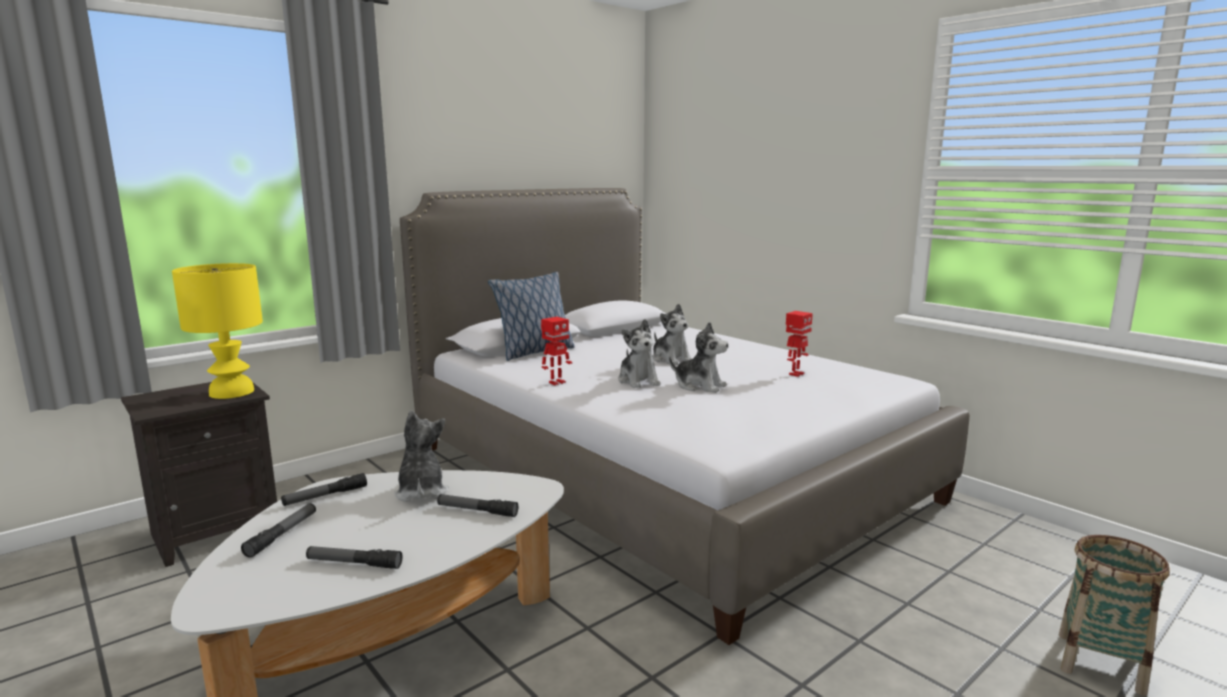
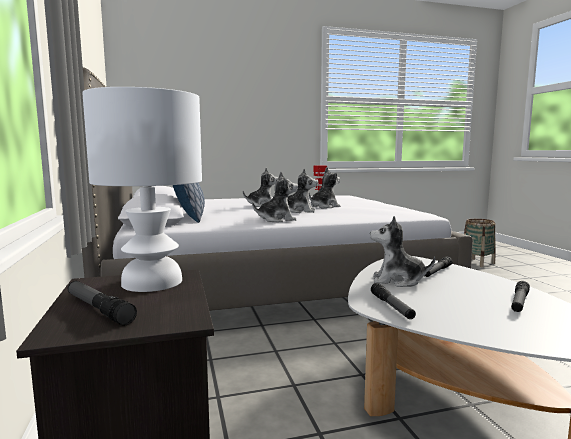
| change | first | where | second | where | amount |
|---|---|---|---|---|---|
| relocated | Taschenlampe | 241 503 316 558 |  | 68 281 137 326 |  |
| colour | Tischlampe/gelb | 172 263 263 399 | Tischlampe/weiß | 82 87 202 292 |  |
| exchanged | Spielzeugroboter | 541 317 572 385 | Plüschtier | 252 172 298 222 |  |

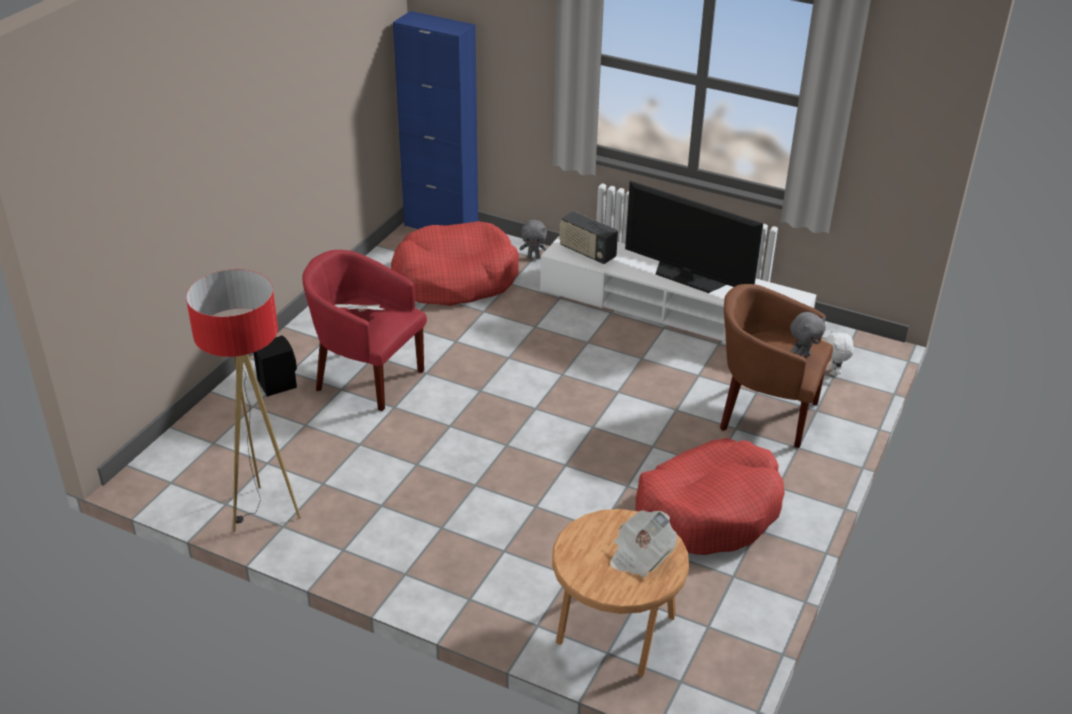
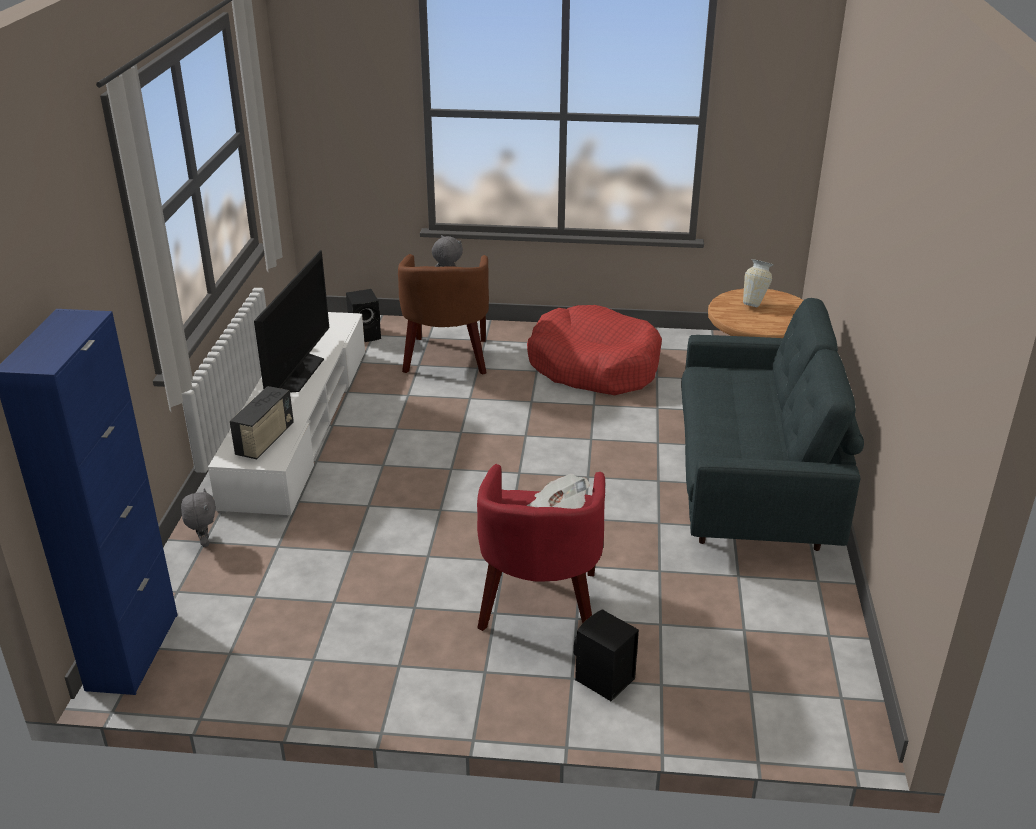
| change | first | where | second | where | amount |
|---|---|---|---|---|---|
| exchanged | Plüschtier/weiß | 825 330 854 376 | Lautsprecher/schwarz | 346 289 381 342 |  |
| appeared |  |  | Sofa/grau | 681 298 864 551 |  |
| exchanged | Zeitung | 610 510 677 577 | Vase | 743 259 774 307 |  |
| missing | Stehlampe | 186 269 301 532 |  |  |  |
| missing | Hundebett/rot | 391 221 519 306 |  |  |  |

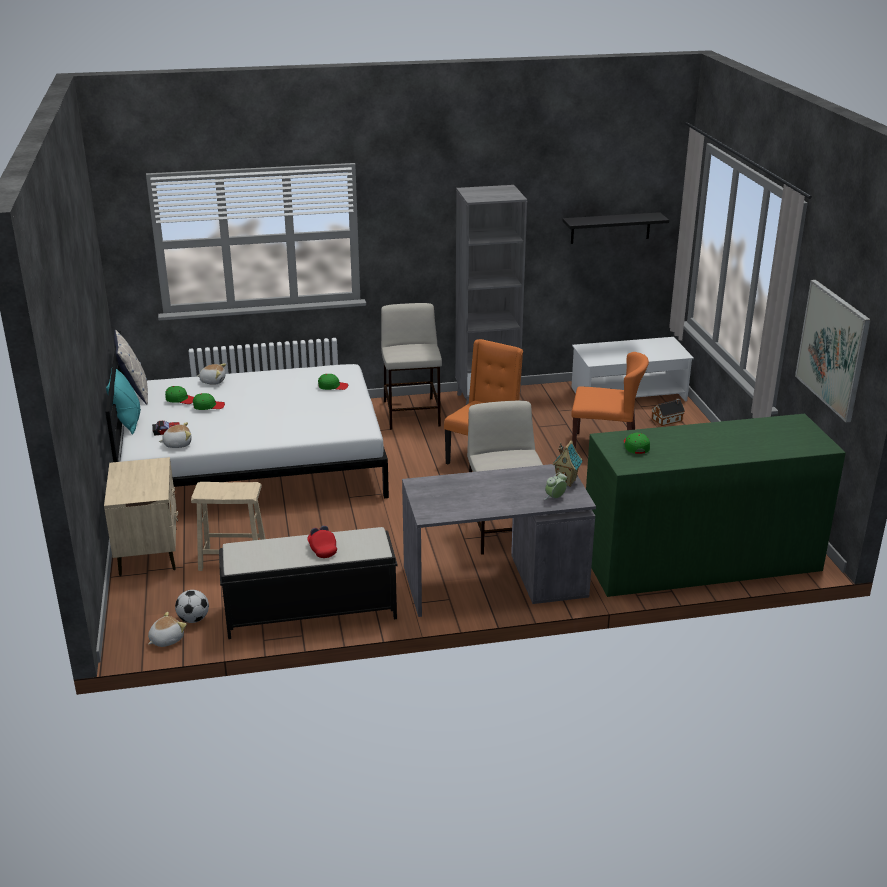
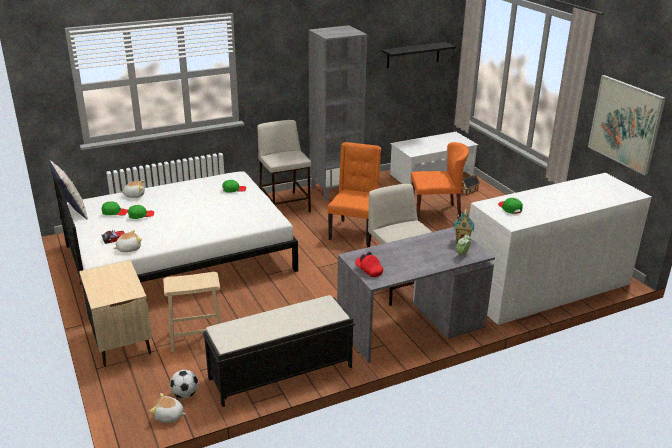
| change | first | where | second | where | amount |
|---|---|---|---|---|---|
| spun | Plüschtier | 148 612 187 647 |  | 150 393 186 423 | 105 degrees counterclockwise |
| relocated | Kappe/rot | 307 525 337 558 |  | 355 252 383 277 |  |
| colour | Kommode/grün | 586 414 846 597 | Kommode/weiß | 469 173 652 325 |  |
| missing | Kissen/türkis | 106 369 141 435 |  |  |  |

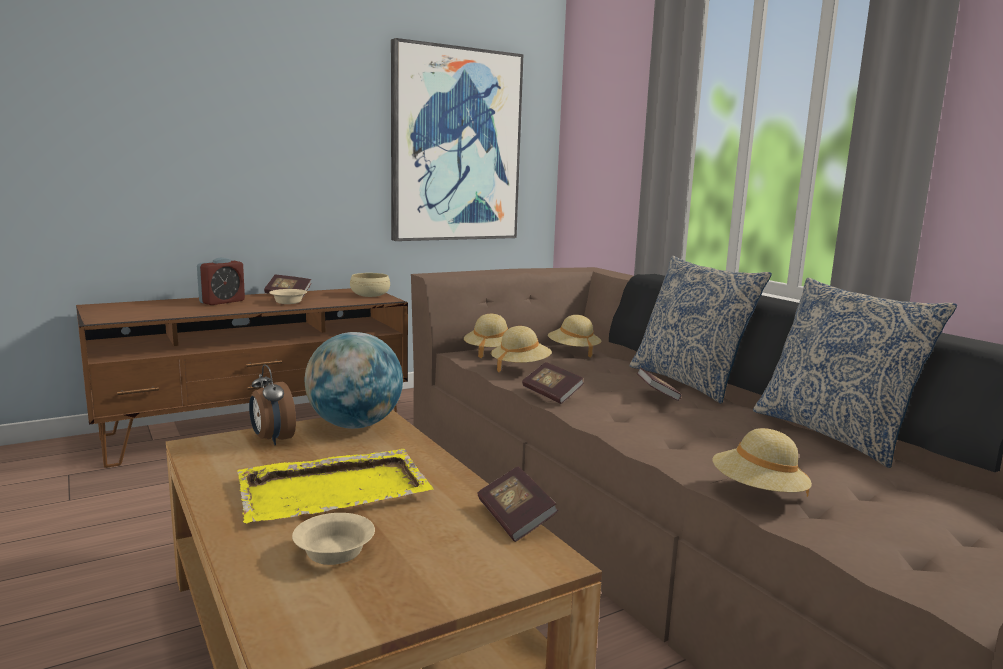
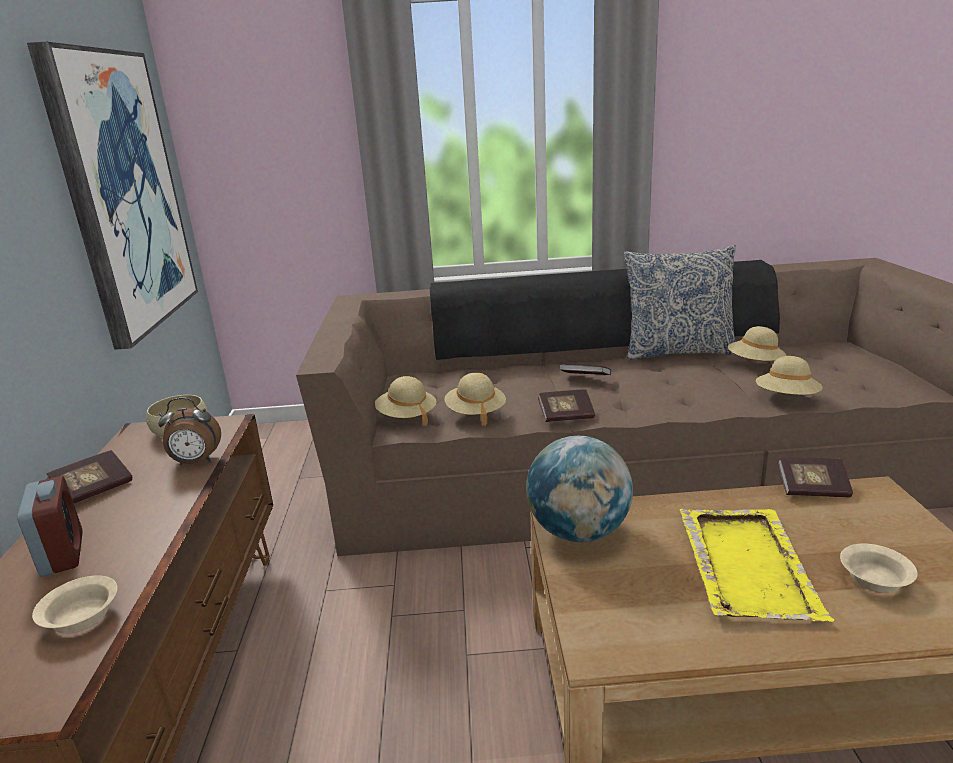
| change | first | where | second | where | amount |
|---|---|---|---|---|---|
| relocated | Schüssel/beige | 269 289 307 304 |  | 32 576 118 634 |  |
| relocated | Wecker | 249 364 296 445 |  | 158 398 221 465 |  |
| relocated | Hut/beige | 548 315 601 358 |  | 728 326 787 361 |  |
| missing | Kissen | 630 256 772 404 |  |  |  |

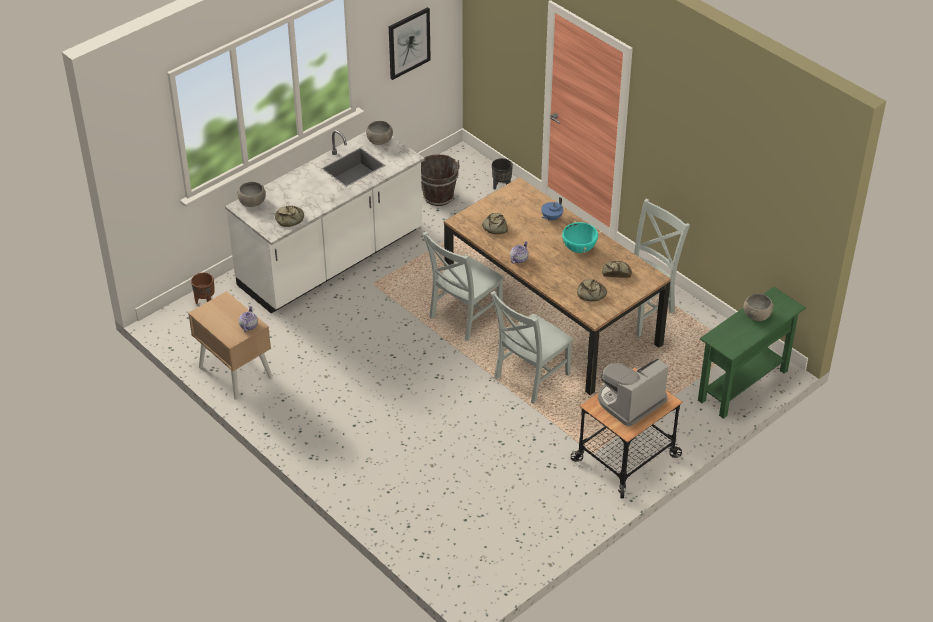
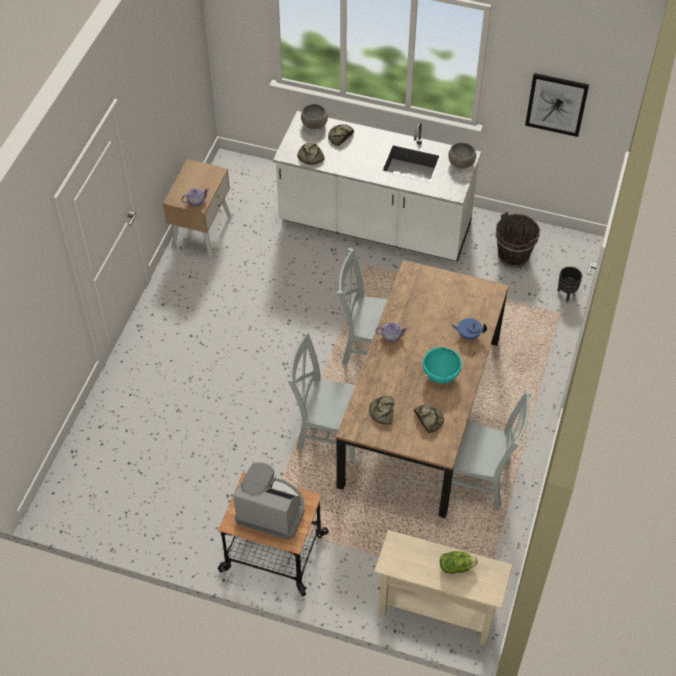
| change | first | where | second | where | amount |
|---|---|---|---|---|---|
| relocated | Brot | 482 213 508 234 |  | 328 124 354 146 |  |
| colour | Konsolentisch/grün | 698 287 806 419 | Konsolentisch/beige | 374 530 512 645 |  |
| exchanged | Schüssel/grau | 744 293 774 321 | Salatkopf | 440 551 478 574 |  |
| missing | Pflanzkübel/braun | 191 273 215 304 |  |  |  |

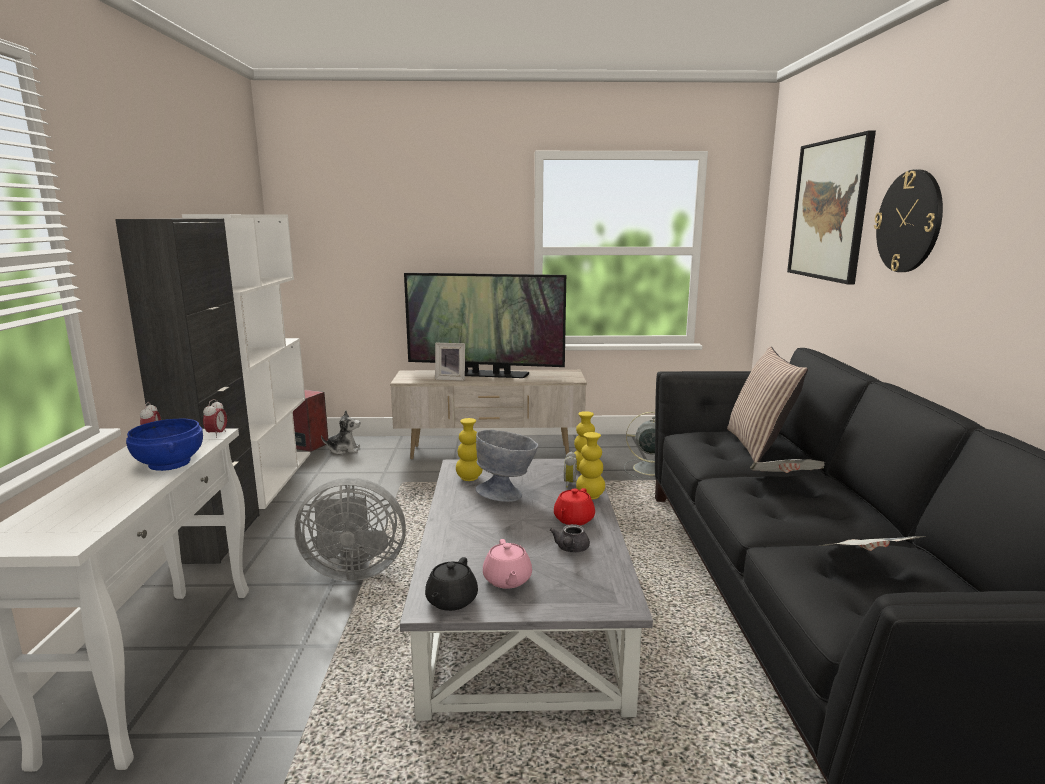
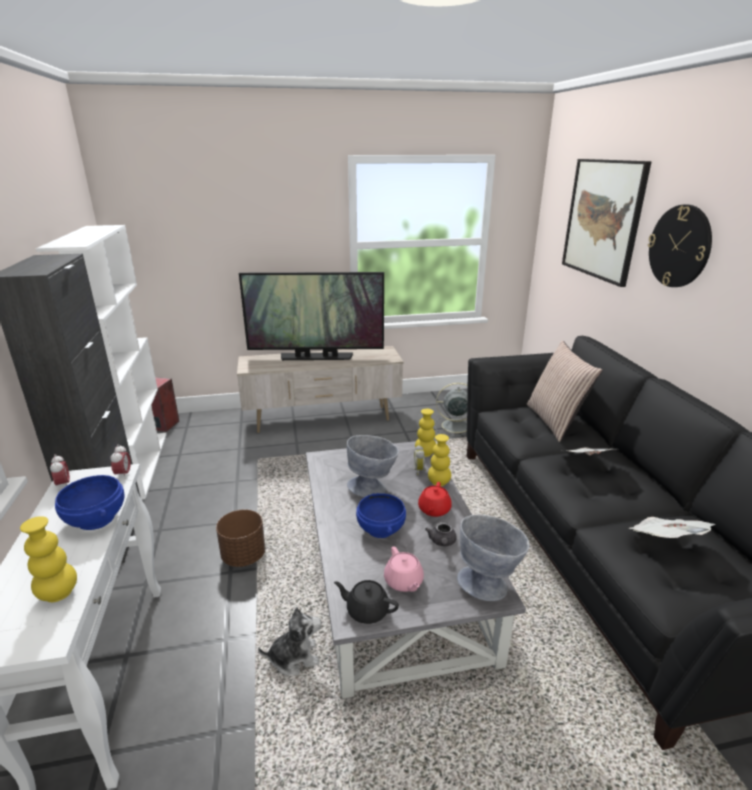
| change | first | where | second | where | amount |
|---|---|---|---|---|---|
| relocated | Vase/gelb | 456 418 483 481 |  | 20 516 77 602 |  |
| exchanged | Ventilator/grau | 295 478 406 581 | Pflanzkübel/braun | 216 509 265 567 |  |
| relocated | Plüschtier | 321 410 360 455 |  | 258 607 321 676 |  |
| spun | Teekanne/schwarz | 425 557 478 611 |  | 334 580 399 624 | 105 degrees clockwise |
| appeared |  |  | Schüssel/blau | 356 493 406 538 |  |
| appeared |  |  | Schüssel/grau | 457 515 529 601 |  |
| missing | Bilderrahmen | 435 343 465 381 |  |  |  |

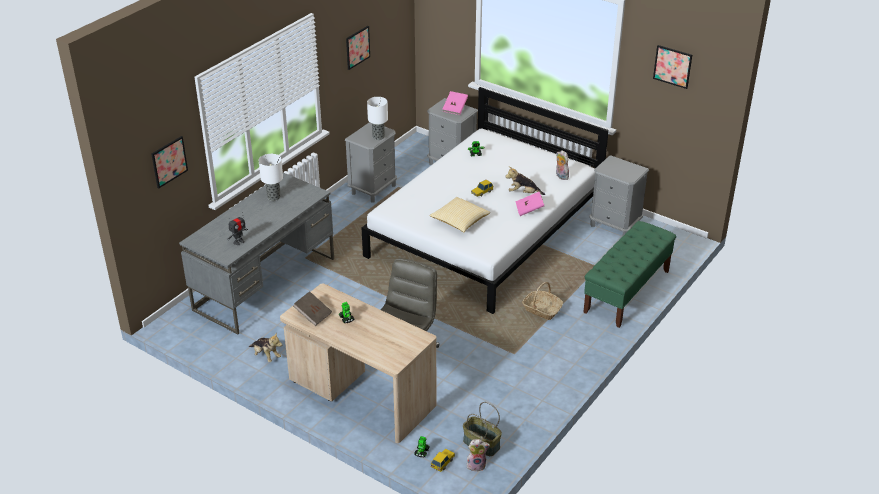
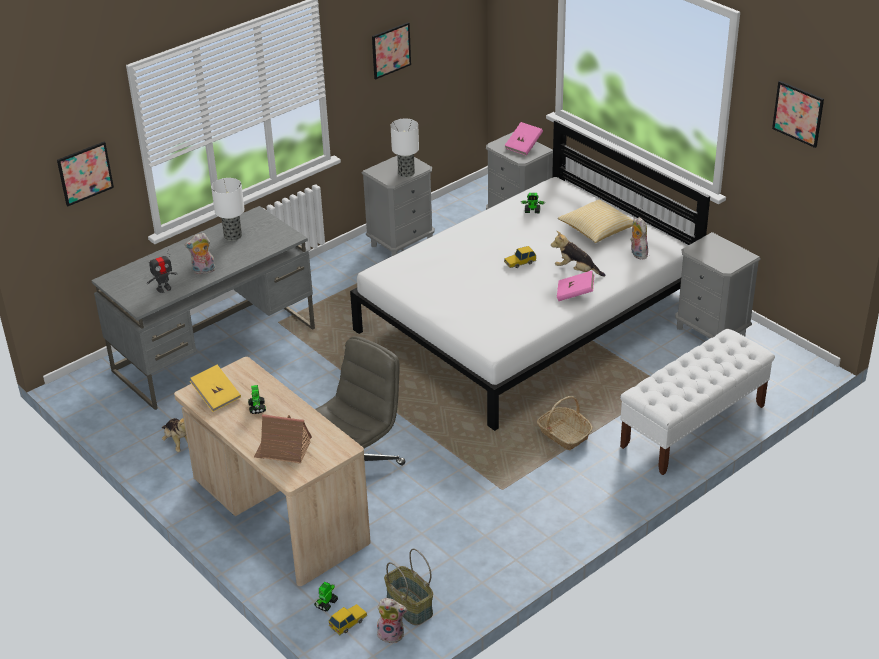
| change | first | where | second | where | amount |
|---|---|---|---|---|---|
| appeared |  |  | Plüschtier | 184 233 215 275 |  |
| colour | Buch/braun | 293 291 332 326 | Buch/gelb | 190 365 241 412 |  |
| appeared |  |  | Spielzeughaus | 254 414 312 464 |  |
| relocated | Kissen | 429 197 490 232 |  | 558 200 633 243 |  |
| colour | Bank/grün | 583 221 677 328 | Bank/weiß | 620 328 775 475 |  |

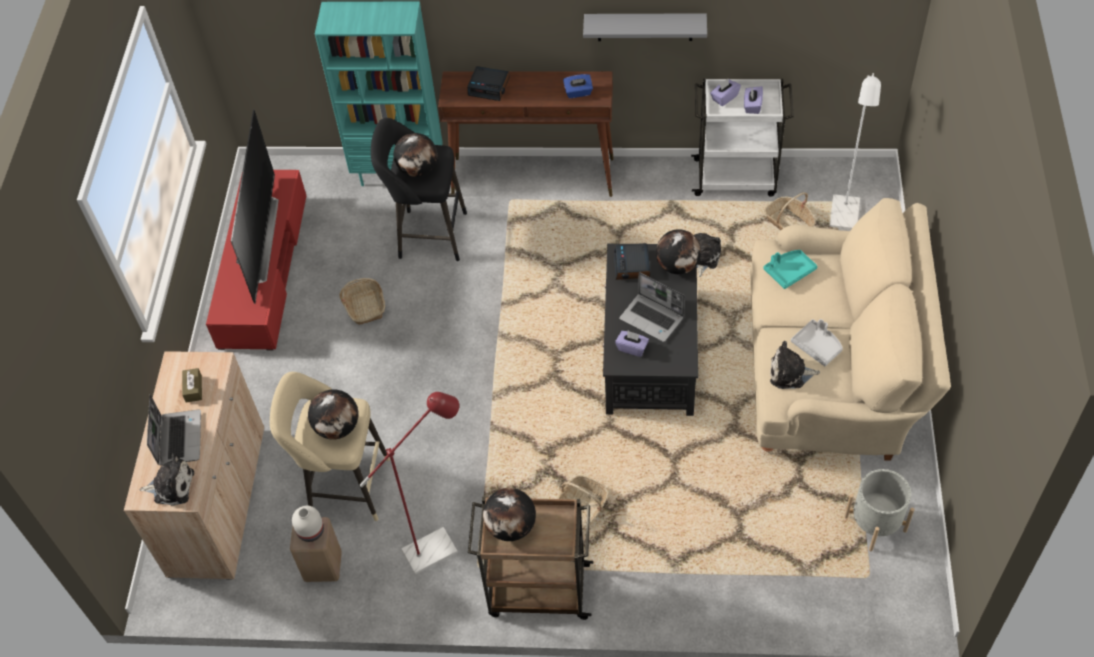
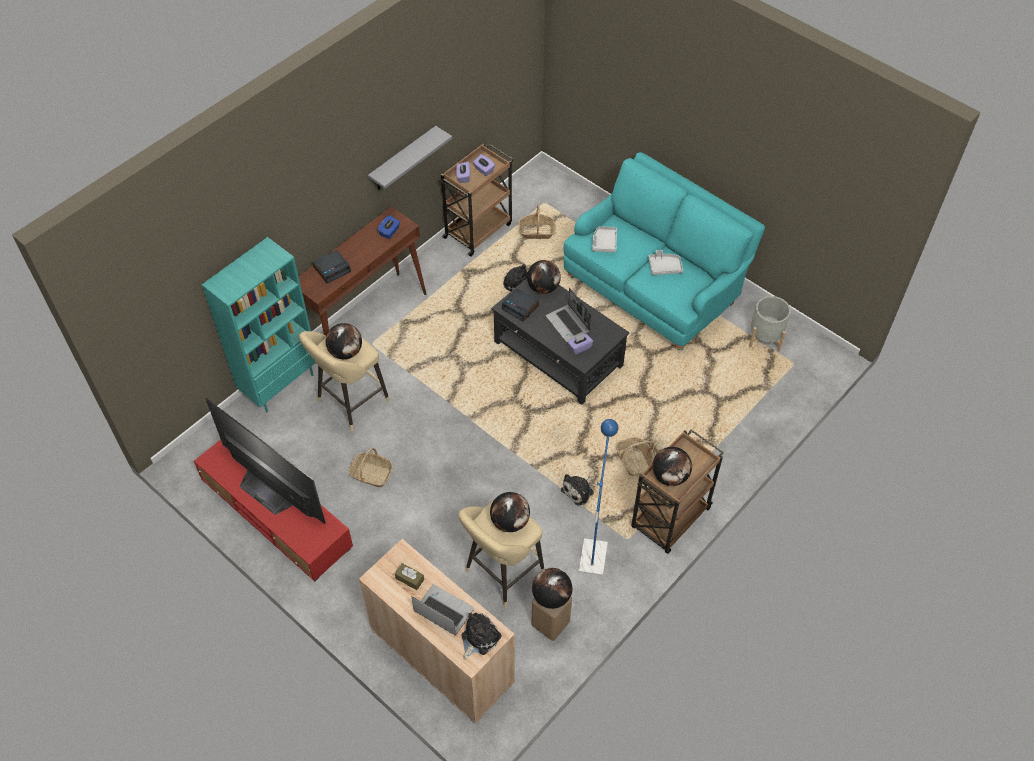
| change | first | where | second | where | amount |
|---|---|---|---|---|---|
| colour | Hocker/schwarz | 371 118 467 261 | Hocker/beige | 299 331 390 431 |  |
| colour | Rollwagen/weiß | 691 78 794 197 | Rollwagen/braun | 439 143 514 257 |  |
| exchanged | Vase/weiß | 292 506 324 542 | Globus | 532 568 573 609 |  |
| spun | Laptop | 619 272 685 342 |  | 546 288 591 342 | 75 degrees clockwise |
| relocated | Plüschtier | 770 341 820 389 |  | 561 474 594 506 |  |
| colour | Sofa/beige | 750 198 951 461 | Sofa/türkis | 564 152 765 350 |  |
| colour | Stehlampe/rot | 360 392 459 575 | Stehlampe/blau | 579 419 619 576 |  |
| colour | Tablett/türkis | 764 250 817 289 | Tablett/grau | 592 226 617 252 |  |
| missing | Stehlampe/weiß | 830 73 881 230 |  |  |  |

